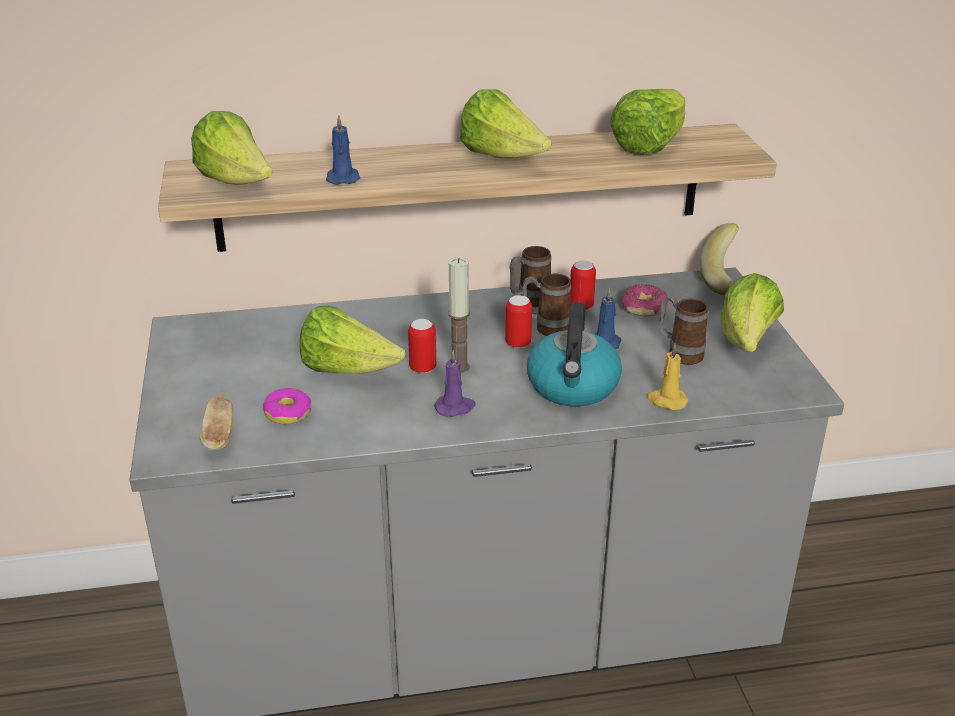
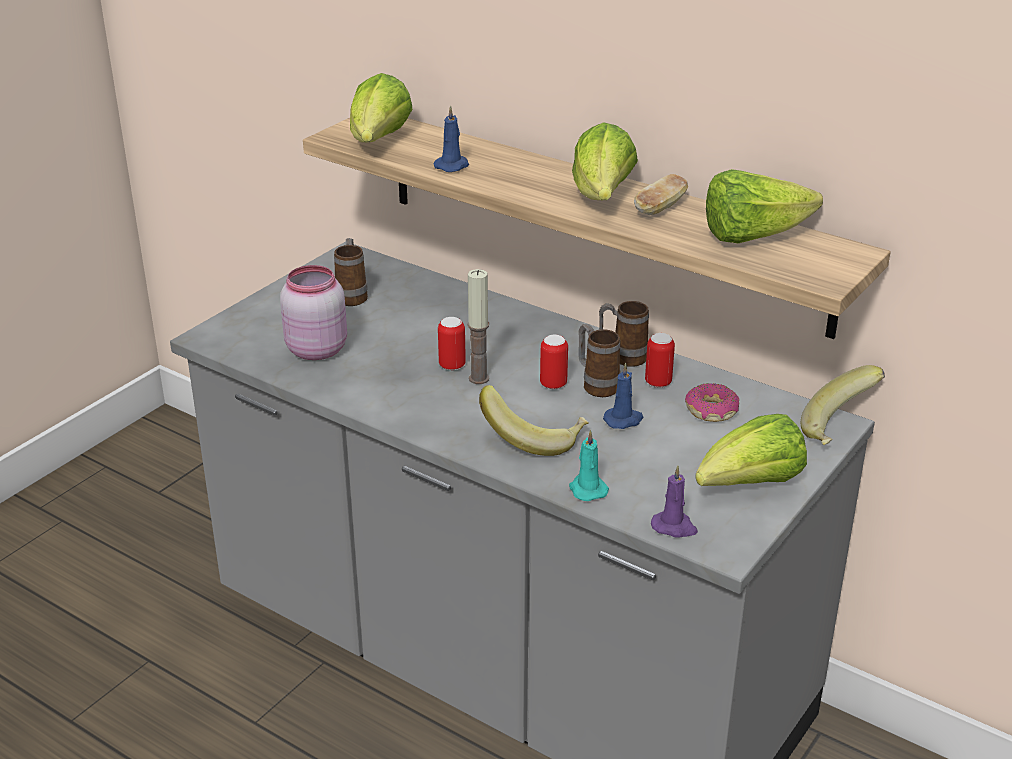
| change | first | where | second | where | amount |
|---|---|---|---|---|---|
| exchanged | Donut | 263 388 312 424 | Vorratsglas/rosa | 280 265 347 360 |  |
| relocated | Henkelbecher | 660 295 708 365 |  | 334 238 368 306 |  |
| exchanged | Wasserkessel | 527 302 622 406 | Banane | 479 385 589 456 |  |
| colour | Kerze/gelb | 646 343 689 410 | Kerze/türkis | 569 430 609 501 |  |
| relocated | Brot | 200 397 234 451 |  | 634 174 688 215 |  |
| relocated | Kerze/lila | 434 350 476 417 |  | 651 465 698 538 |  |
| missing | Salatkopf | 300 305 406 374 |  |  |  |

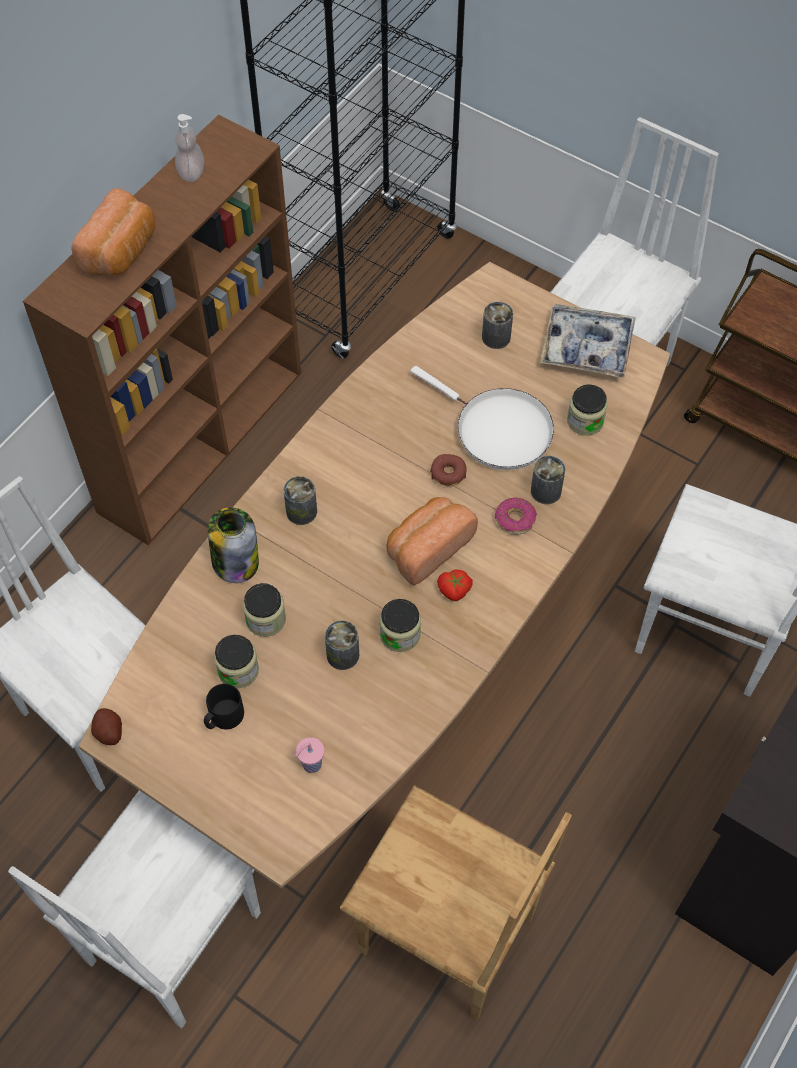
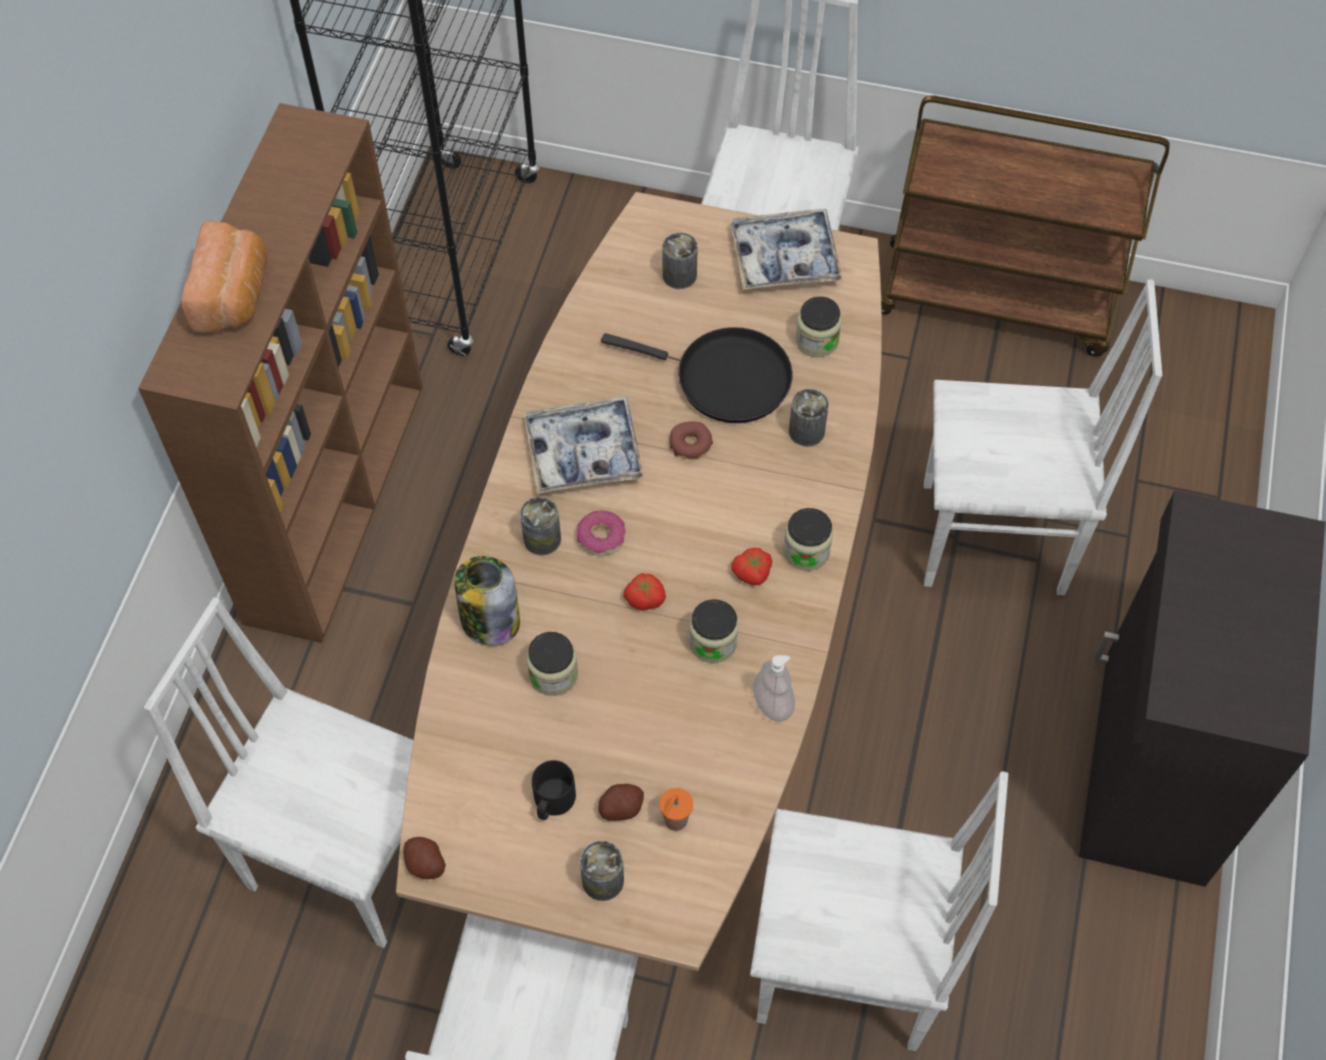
| change | first | where | second | where | amount |
|---|---|---|---|---|---|
| appeared |  |  | Tablett | 524 397 643 494 |  |
| relocated | Donut | 495 497 537 535 |  | 577 510 626 556 |  |
| relocated | Dose | 325 621 359 670 |  | 580 841 624 901 |  |
| appeared |  |  | Kartoffel | 598 784 644 821 |  |
| colour | Pfanne/weiß | 411 366 554 470 | Pfanne/schwarz | 601 327 793 423 |  |
| appeared |  |  | Tomate | 623 573 666 611 |  |
| colour | Tasse/rosa | 295 737 324 773 | Tasse/orange | 659 788 693 831 |  |
| colour | Stuhl/braun | 340 785 572 1021 | Stuhl/weiß | 750 771 1008 1051 |  |
| relocated | Seifenspender | 175 114 204 182 |  | 753 655 795 722 |  |
| relocated | Vorratsglas | 214 635 259 688 |  | 783 508 833 571 |  |
| missing | Brot | 386 497 478 586 |  |  |  |

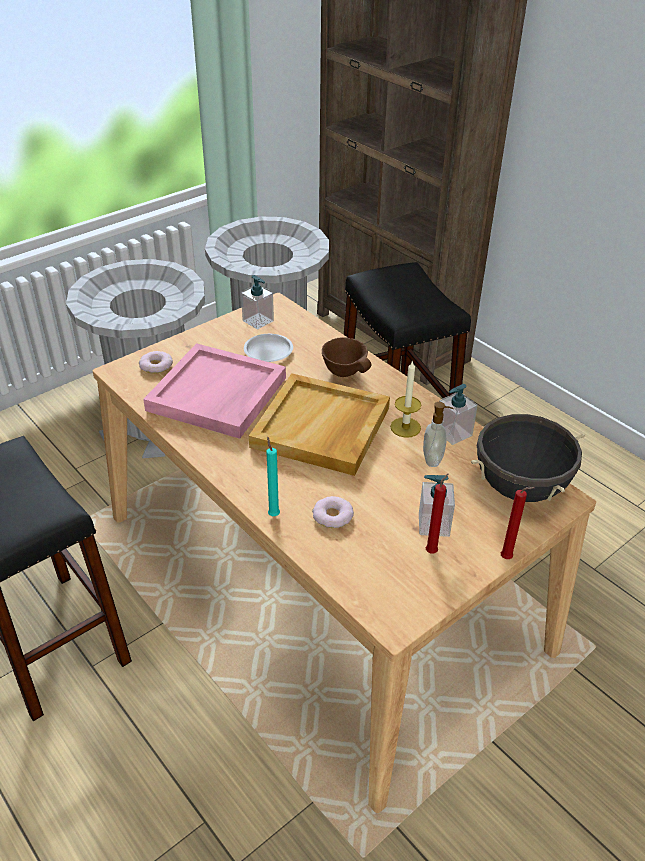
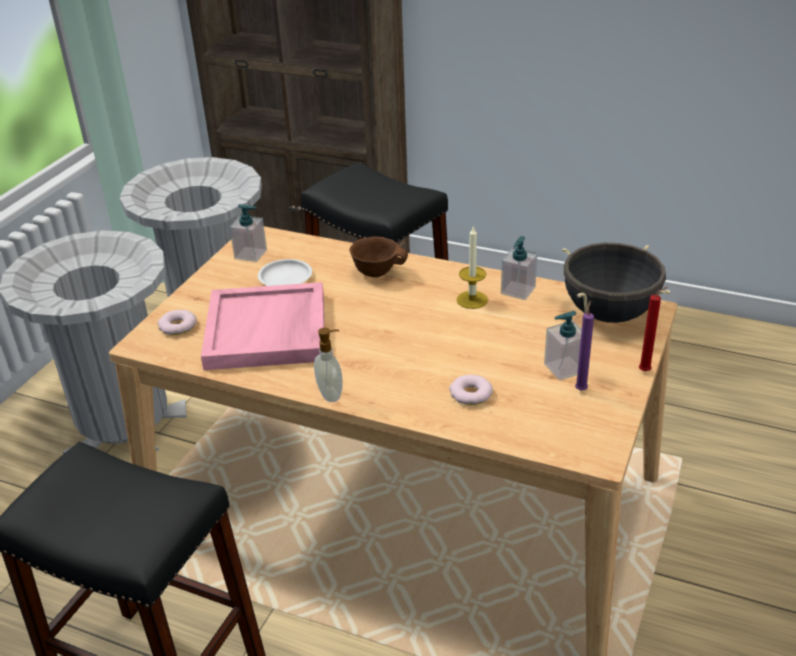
| change | first | where | second | where | amount |
|---|---|---|---|---|---|
| relocated | Seifenspender | 423 402 454 467 |  | 314 328 343 402 |  |
| colour | Kerze/rot | 426 474 448 553 | Kerze/lila | 575 301 594 391 |  |
| missing | Tablett/beige | 249 373 390 476 |  |  |  |
| missing | Kerze/türkis | 267 437 280 516 |  |  |  |

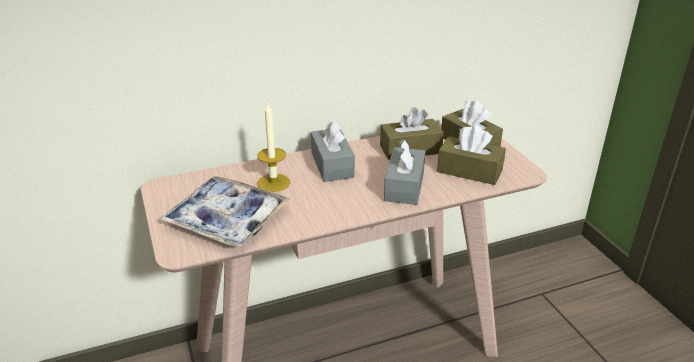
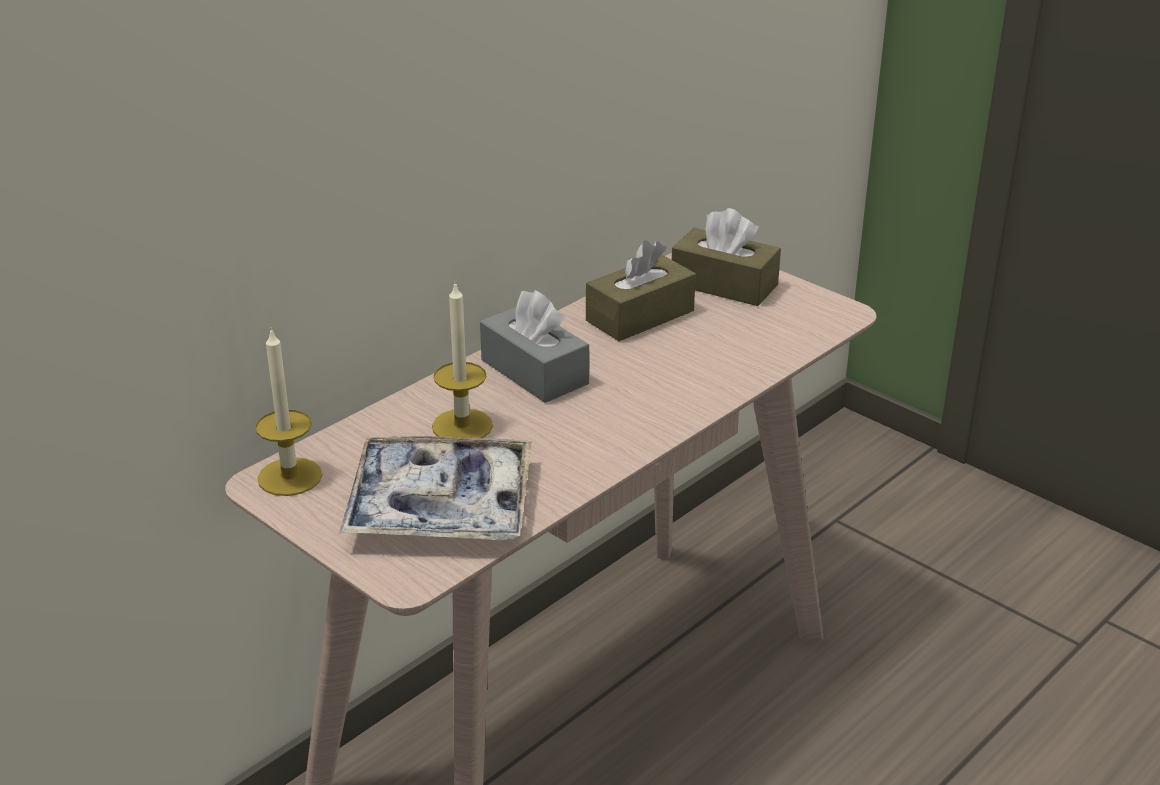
| change | first | where | second | where | amount |
|---|---|---|---|---|---|
| appeared |  |  | Kerze | 255 328 322 496 |  |
| missing | Taschentuchbox/grau | 384 139 425 205 |  |  |  |
| missing | Taschentuchbox/braun | 437 125 506 185 |  |  |  |

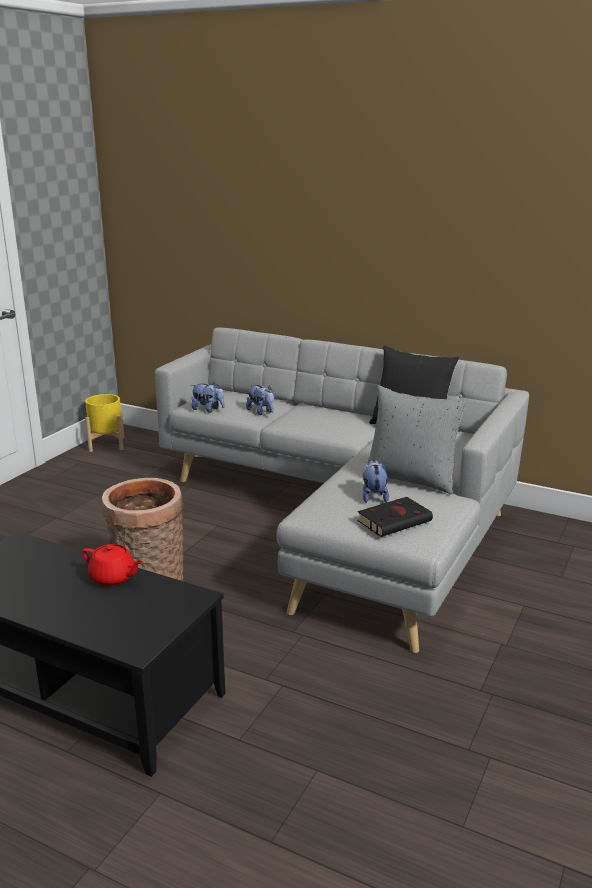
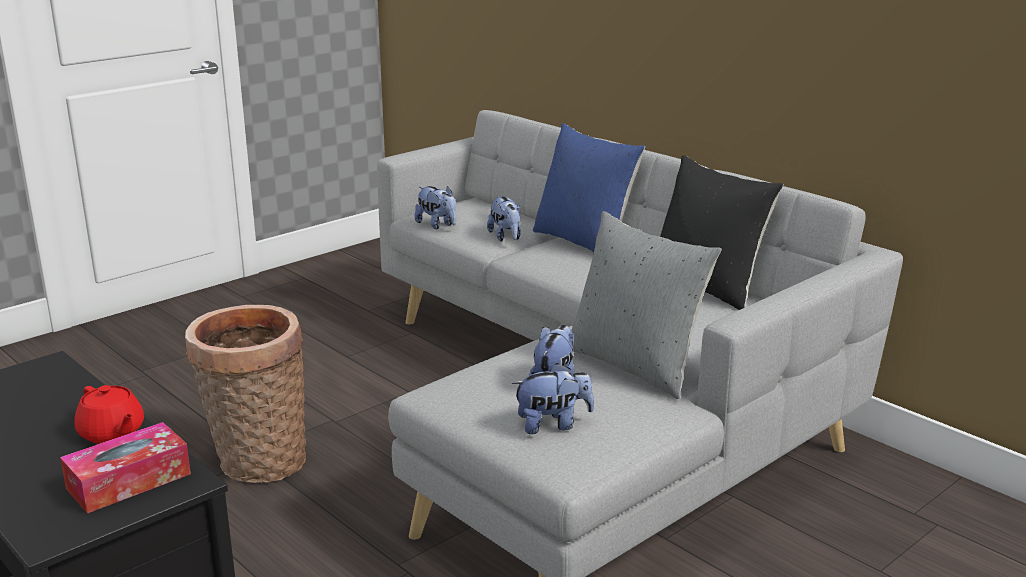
| change | first | where | second | where | amount |
|---|---|---|---|---|---|
| appeared |  |  | Taschentuchbox | 60 422 191 513 |  |
| exchanged | Buch/schwarz | 357 497 433 537 | Plüschtier | 512 363 594 434 |  |
| appeared |  |  | Kissen/blau | 533 123 645 252 |  |
| missing | Pflanzkübel/gelb | 85 394 125 452 |  |  |  |

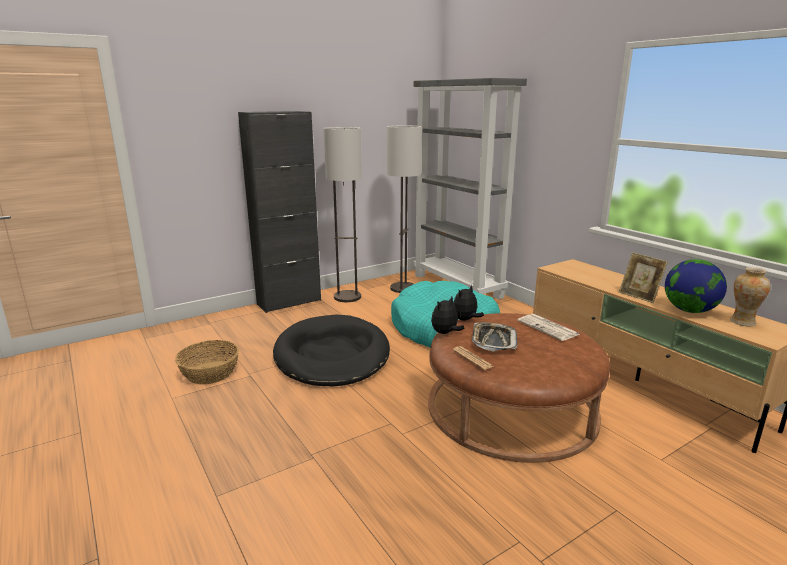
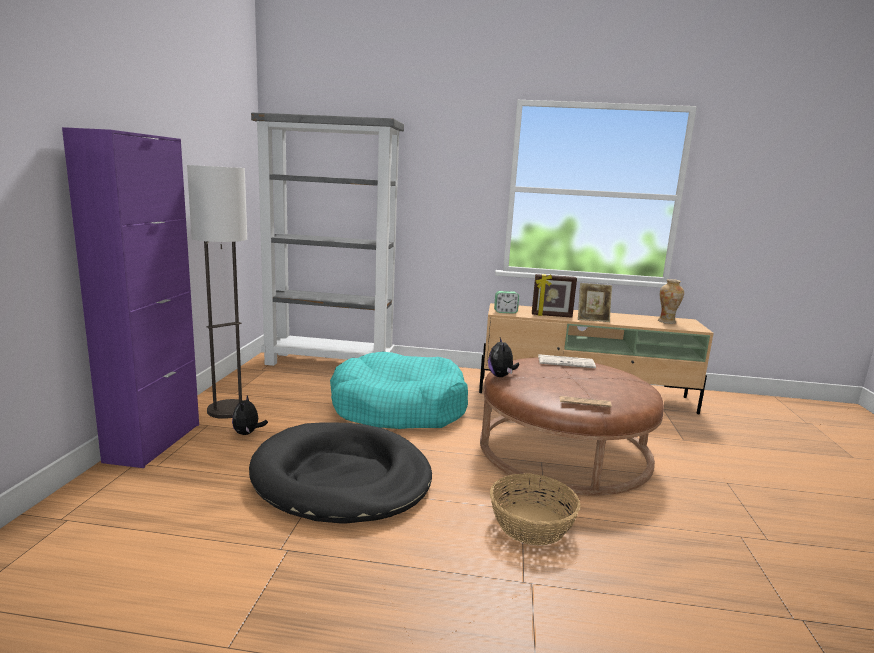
| change | first | where | second | where | amount |
|---|---|---|---|---|---|
| colour | Schrank/schwarz | 238 111 321 313 | Schrank/lila | 62 127 199 468 |  |
| relocated | Plüschtier | 431 297 464 334 |  | 232 395 268 435 |  |
| relocated | Korb | 175 340 239 384 |  | 490 473 580 546 |  |
| appeared |  |  | Wecker | 494 291 519 313 |  |
| appeared |  |  | Bilderrahmen | 532 274 577 318 |  |
| missing | Stehlampe | 387 125 422 293 |  |  |  |
| missing | Tablett | 472 322 517 352 |  |  |  |
| missing | Globus | 665 259 727 313 |  |  |  |

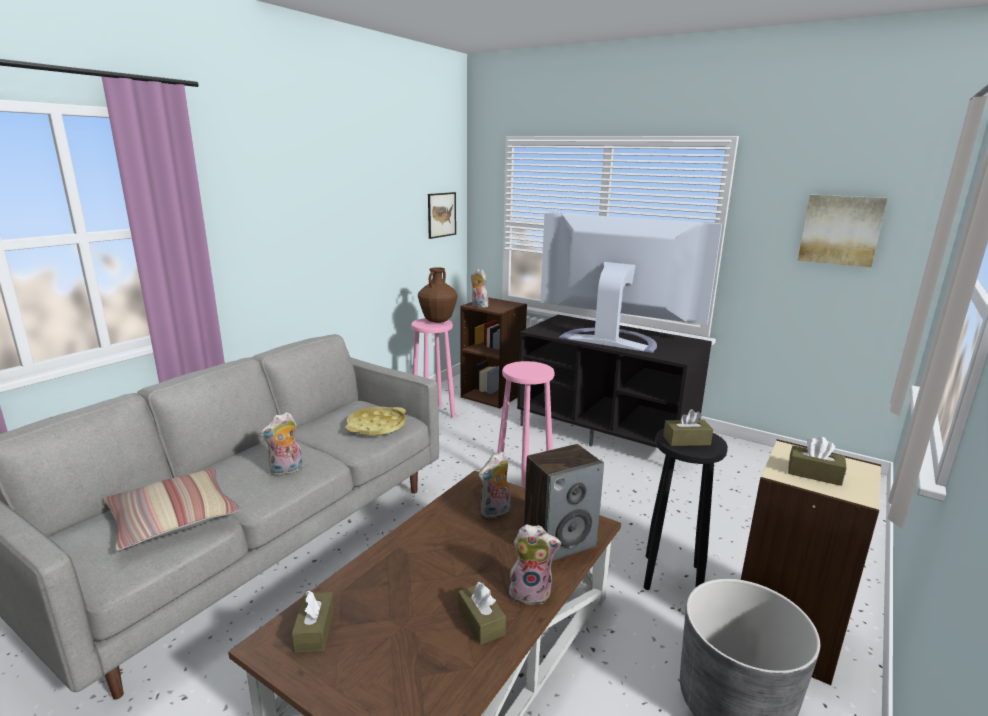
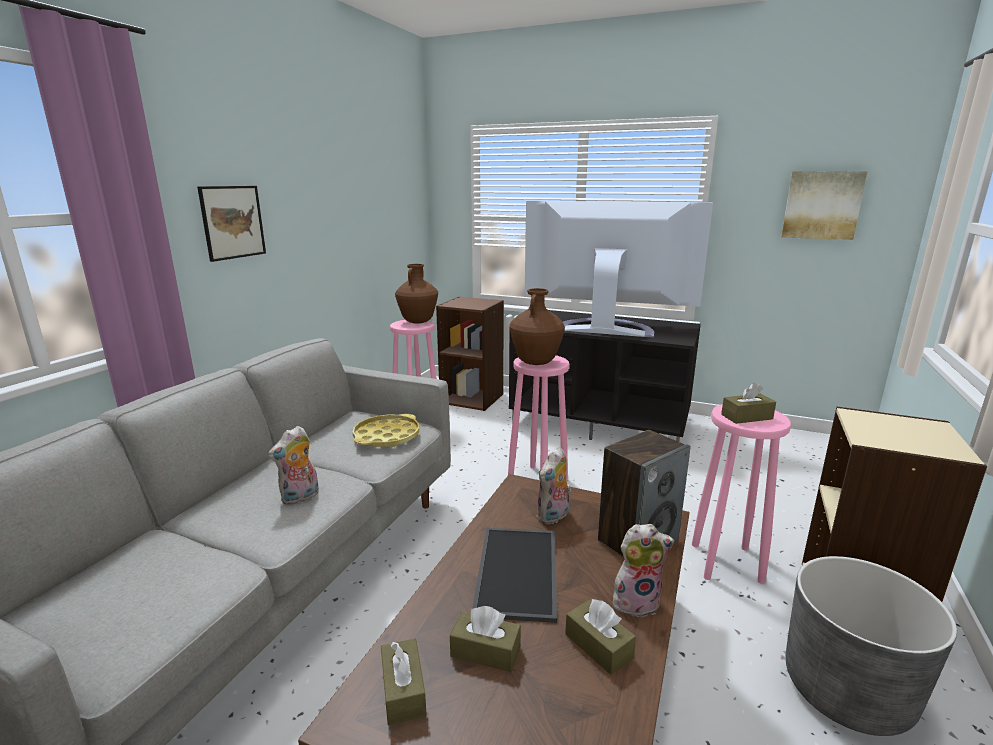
| change | first | where | second | where | amount |
|---|---|---|---|---|---|
| relocated | Bild | 428 192 456 239 |  | 197 186 266 262 |  |
| relocated | Taschentuchbox/braun | 788 437 847 486 |  | 450 606 521 672 |  |
| appeared |  |  | Tablett | 472 528 557 623 |  |
| appeared |  |  | Vase/braun | 510 288 565 365 |  |
| colour | Hocker/schwarz | 644 428 728 590 | Hocker/rosa | 692 404 791 584 |  |
| missing | Kissen | 103 467 241 551 |  |  |  |
| missing | Plüschtier | 471 269 488 308 |  |  |  |

